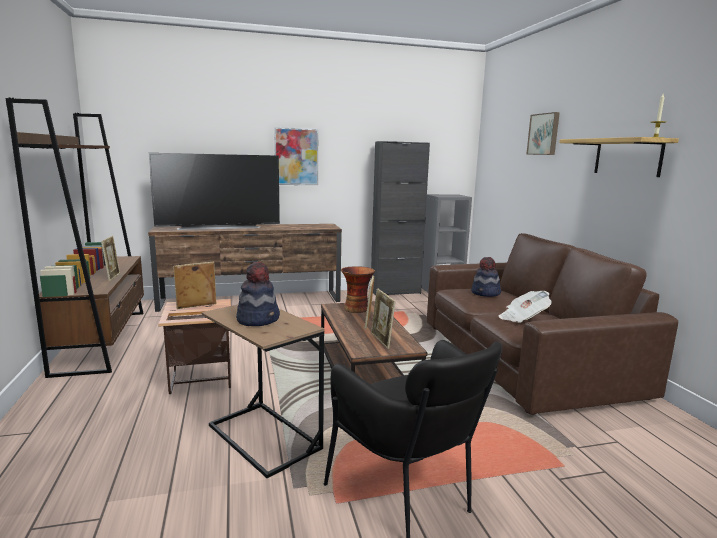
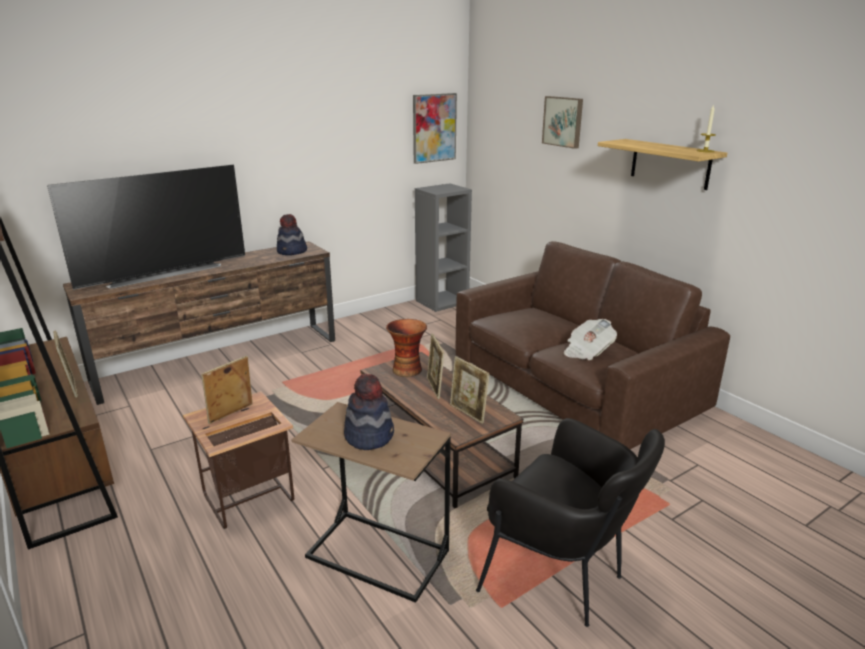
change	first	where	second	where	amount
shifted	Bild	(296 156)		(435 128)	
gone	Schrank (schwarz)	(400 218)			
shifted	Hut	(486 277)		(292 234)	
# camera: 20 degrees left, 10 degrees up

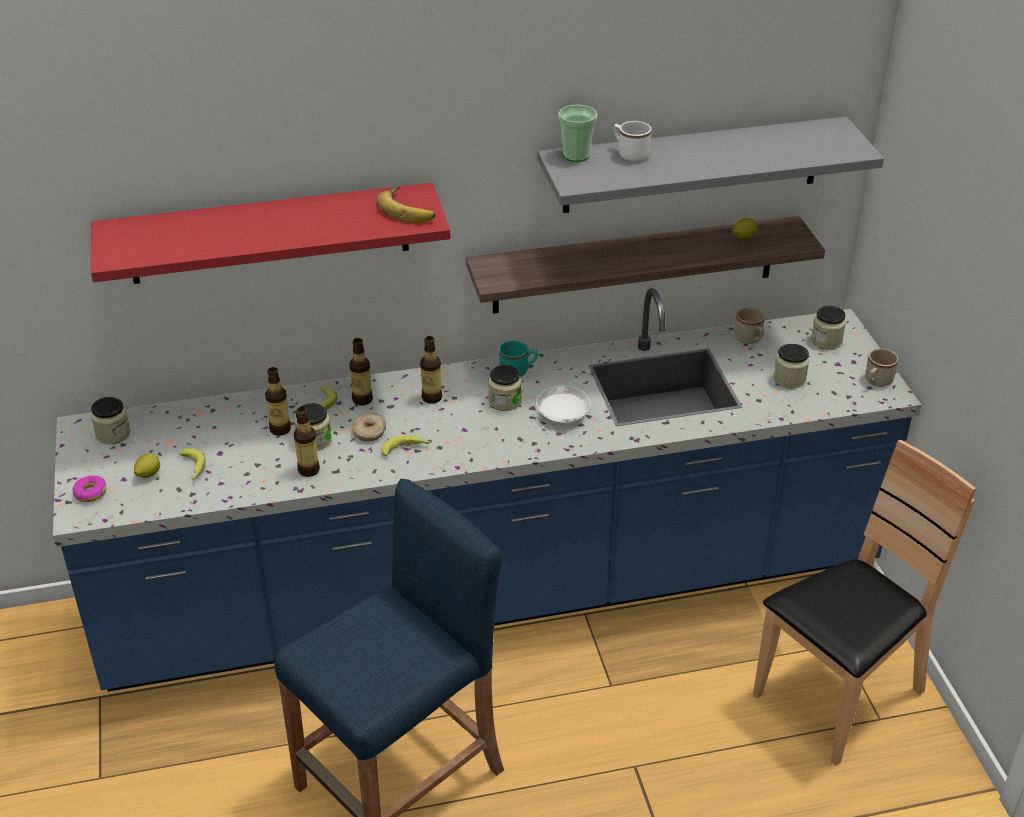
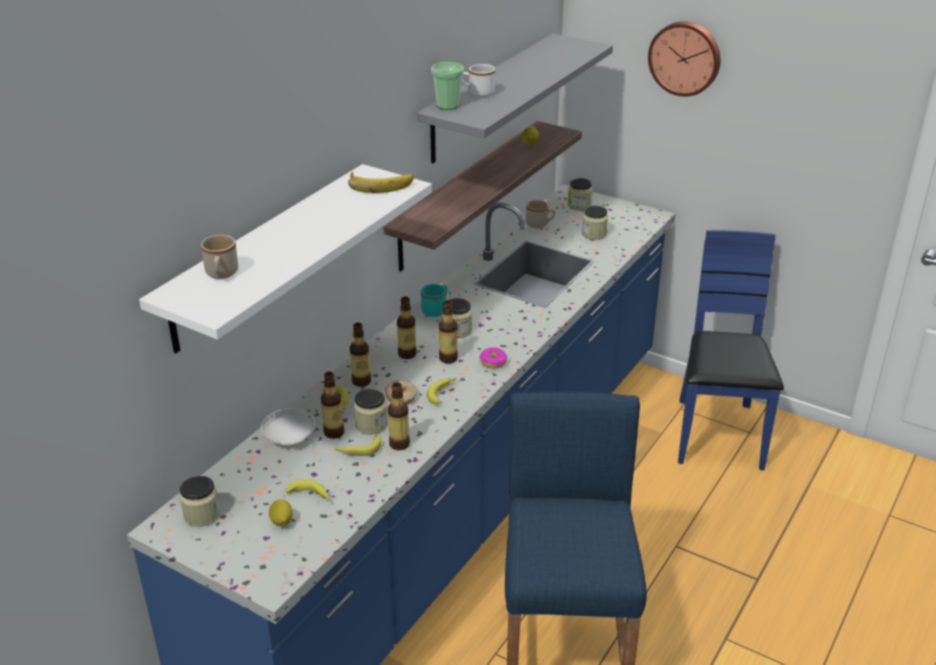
change	first	where	second	where	amount
repainted	Wandregal (rot)	(270 233)	Wandregal (weiß)	(285 259)	
shifted	Henkelbecher (beige)	(881 367)		(219 257)	
shifted	Teller (weiß)	(563 404)		(288 426)	
repainted	Stuhl (braun)	(864 603)	Stuhl (blau)	(731 350)	
shifted	Donut	(89 488)		(493 357)	
new			Wanduhr	(684 59)	
new			Flasche	(448 332)	
new			Banane	(358 446)	
# camera: 45 degrees left, 5 degrees down

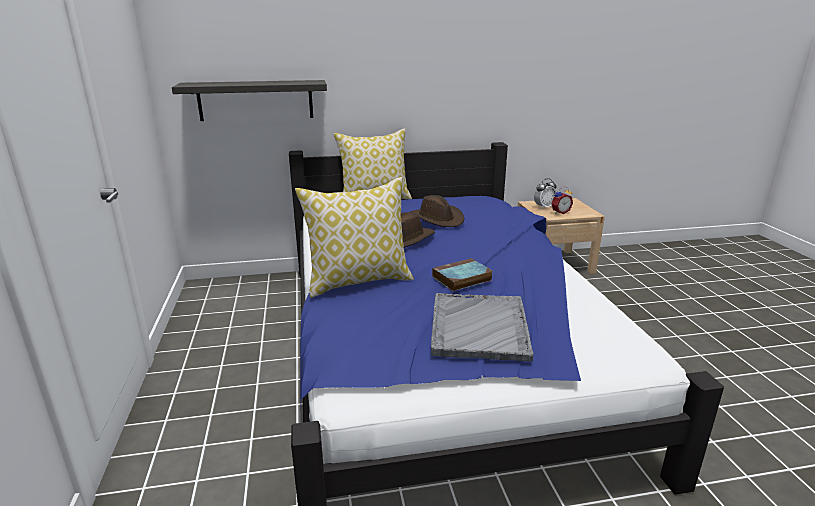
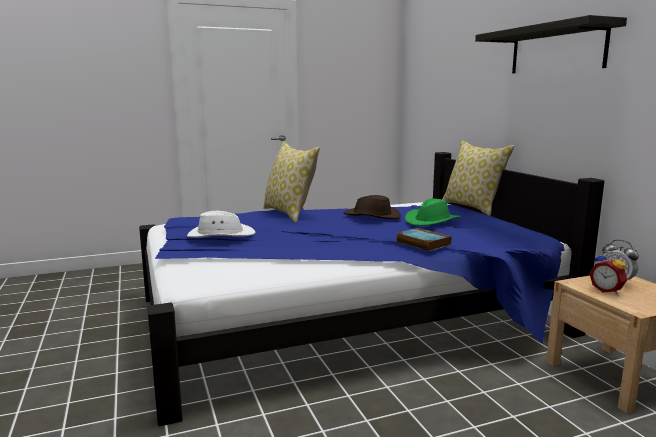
change	first	where	second	where	amount
shifted	Wandregal	(249 100)		(551 44)	
repainted	Hut (braun)	(437 211)	Hut (grün)	(433 212)	
shifted	Buch	(462 274)		(423 239)	
swapped	Tablett (grau)	(482 327)	Hut (weiß)	(221 224)	
# camera: 80 degrees right, 10 degrees down

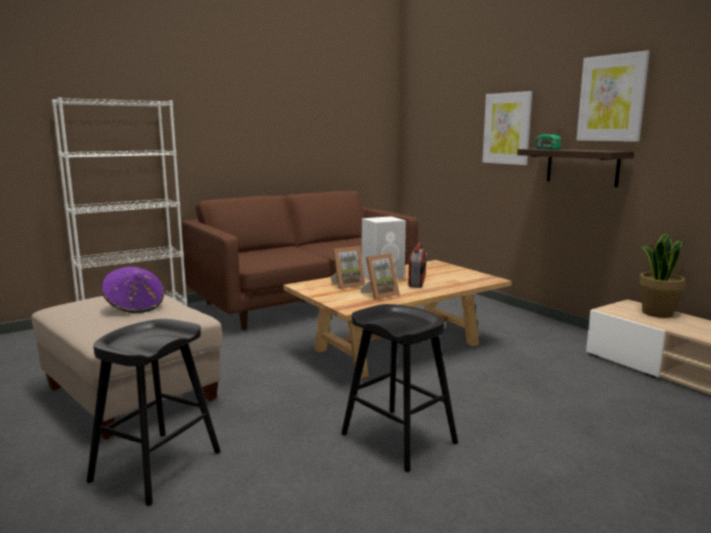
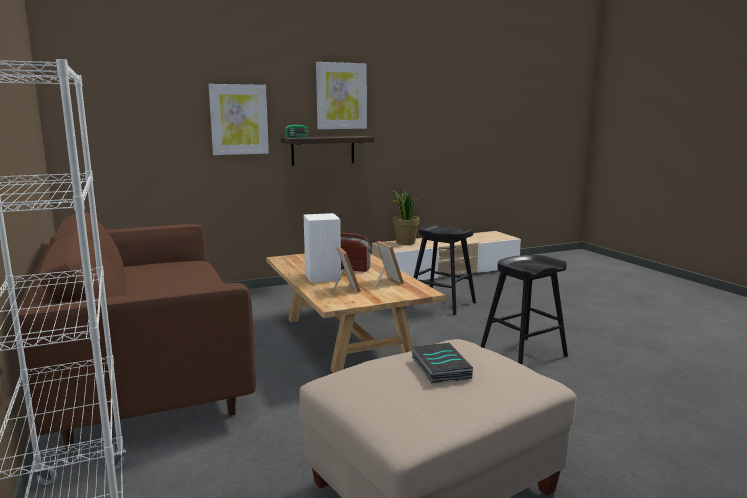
change	first	where	second	where	amount
swapped	Hut (lila)	(133 290)	Buch	(442 363)	
shifted	Hocker (schwarz)	(154 412)		(444 269)	
# camera: 80 degrees left, 0 degrees up

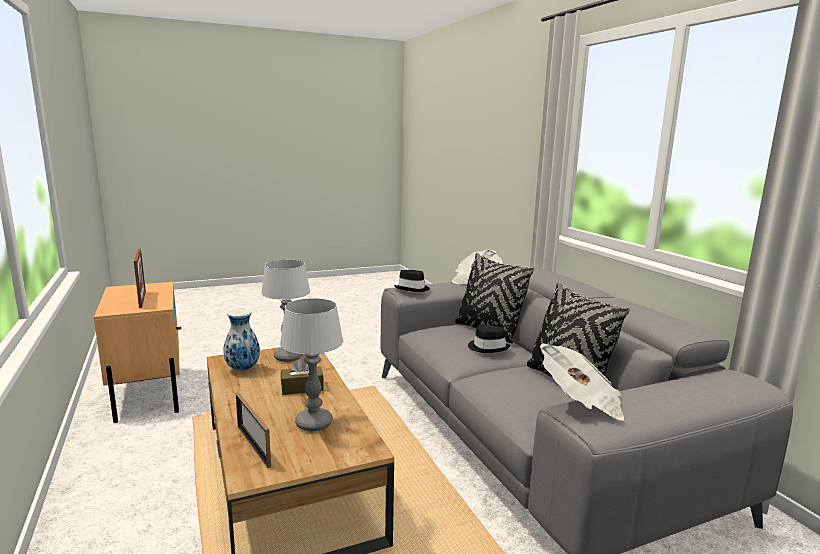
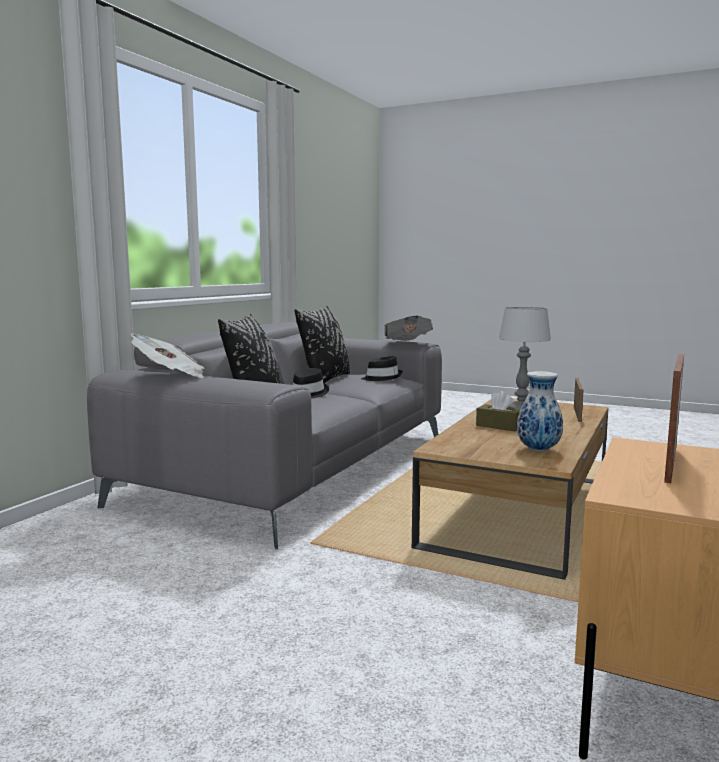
change	first	where	second	where	amount
gone	Tischlampe	(285 311)			
shifted	Hut (schwarz)	(412 281)		(382 368)	
# camera: 130 degrees left, 5 degrees down

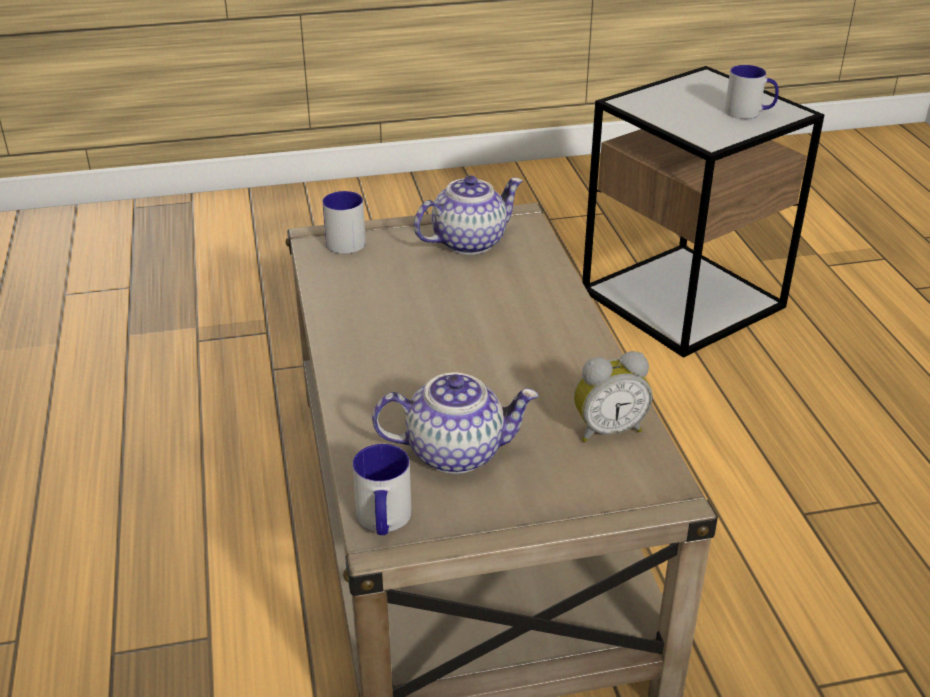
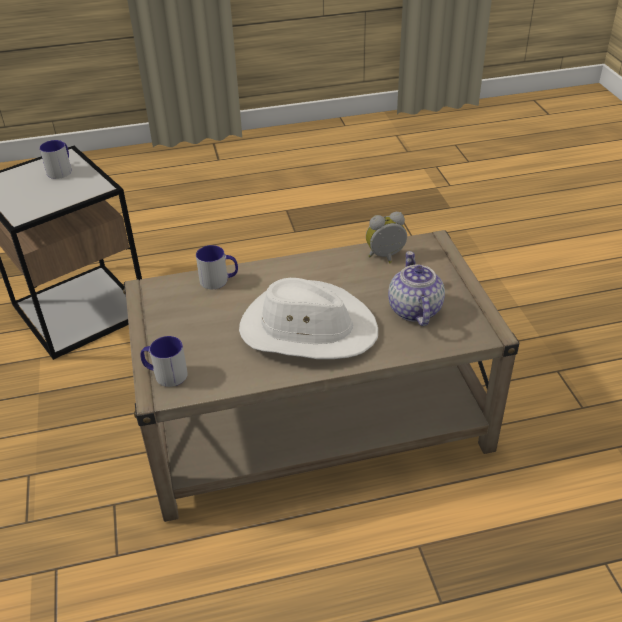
change	first	where	second	where	amount
gone	Teekanne	(468 215)			
rotated	Wecker	(613 396)		(386 238)	90 degrees counterclockwise
shifted	Henkelbecher	(382 489)		(217 267)	
new			Hut (weiß)	(308 318)	
# camera: 90 degrees left, 5 degrees up

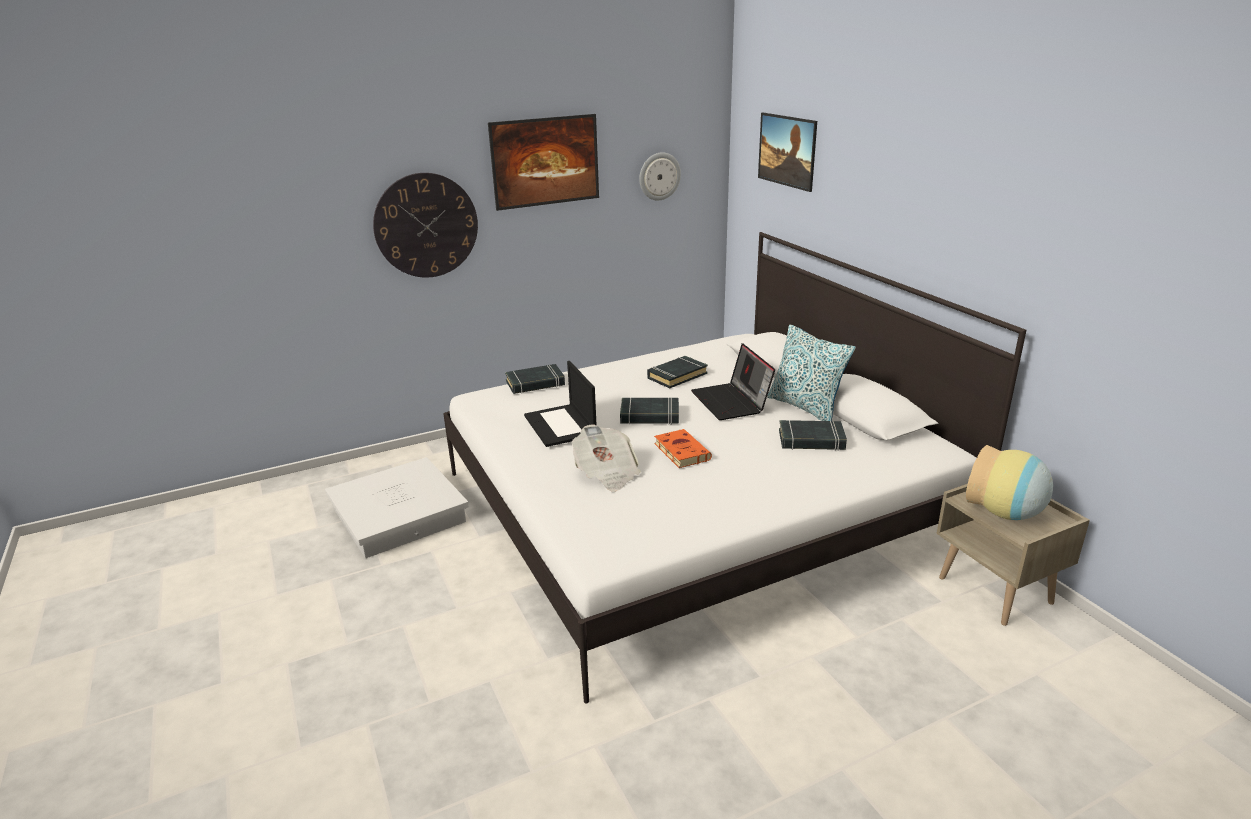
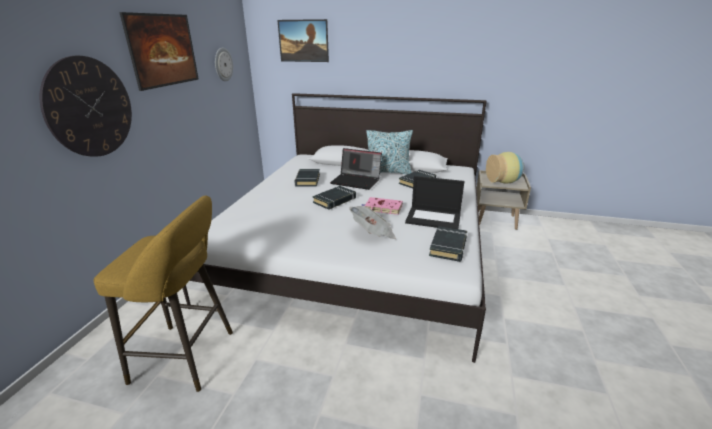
change	first	where	second	where	amount
shifted	Laptop	(560 404)		(434 202)	
shifted	Buch (schwarz)	(535 379)		(448 244)	
repainted	Buch (orange)	(683 448)	Buch (rosa)	(382 206)	
swapped	Aufbewahrungsbox (weiß)	(397 507)	Hocker (gelb)	(163 293)	
# camera: 50 degrees left, 0 degrees up

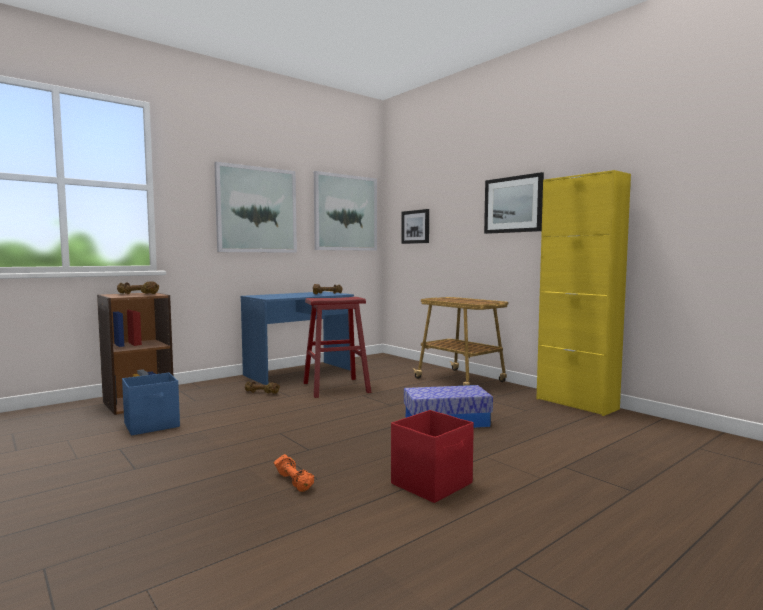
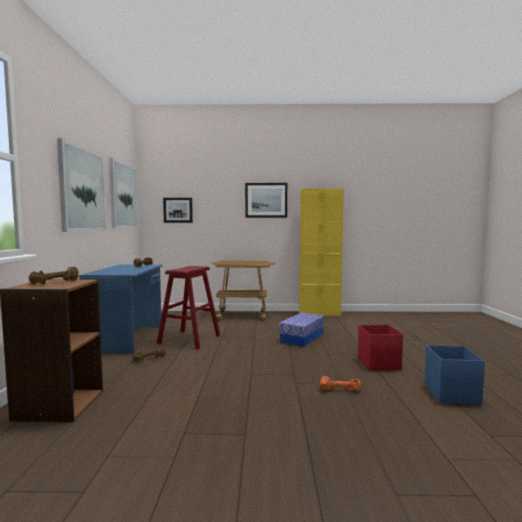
change	first	where	second	where	amount
shifted	Aufbewahrungsbox (blau)	(151 404)		(455 375)	
# camera: 50 degrees left, 0 degrees up

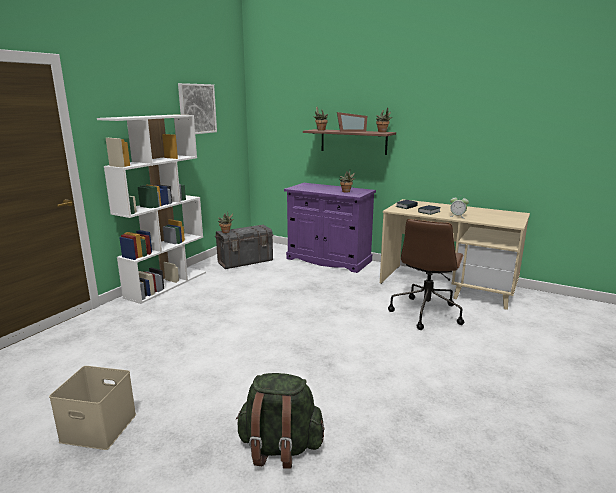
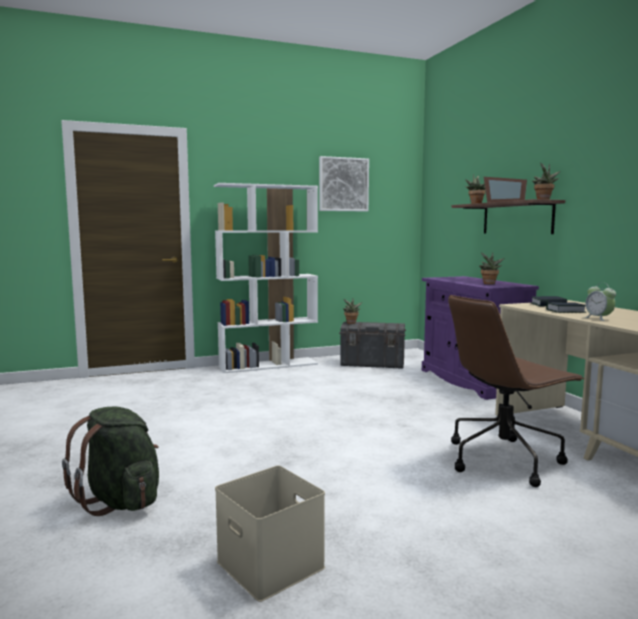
change	first	where	second	where	amount
shifted	Aufbewahrungsbox (beige)	(92 408)		(270 534)	
# camera: 40 degrees right, 10 degrees down

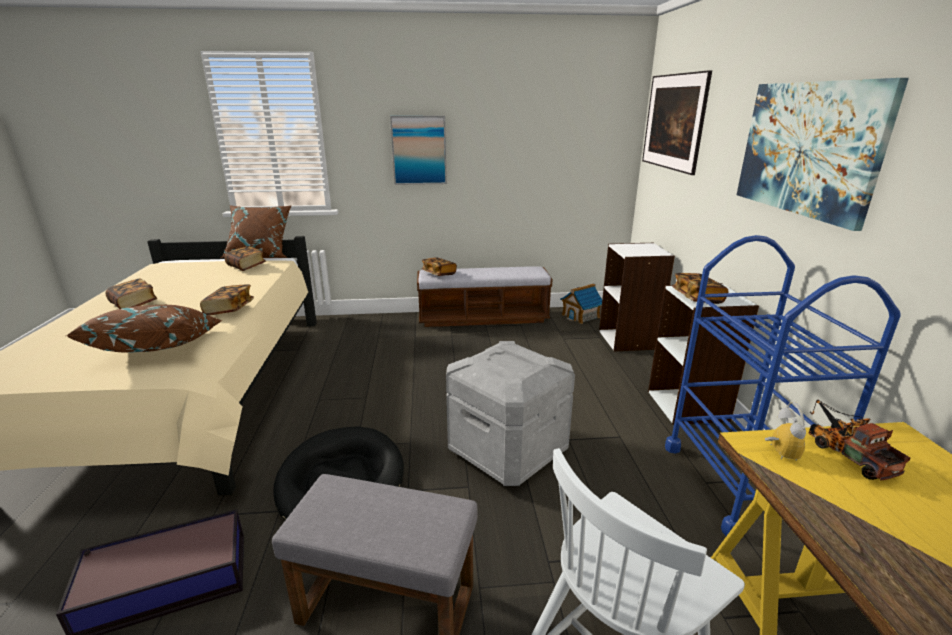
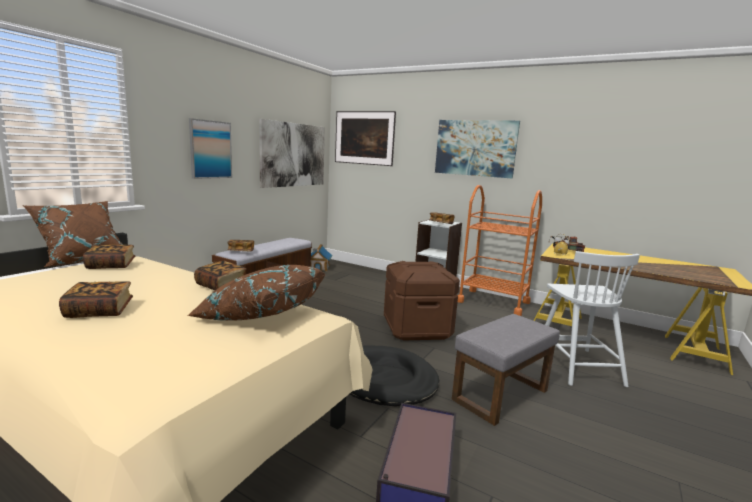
change	first	where	second	where	amount
repainted	Rollwagen (blau)	(783 385)	Rollwagen (orange)	(500 250)	
gone	Bücherregal (weiß)	(637 297)			
repainted	Aufbewahrungsbox (grau)	(510 413)	Aufbewahrungsbox (braun)	(422 301)	
new			Bild	(292 153)	
# camera: 55 degrees left, 10 degrees down

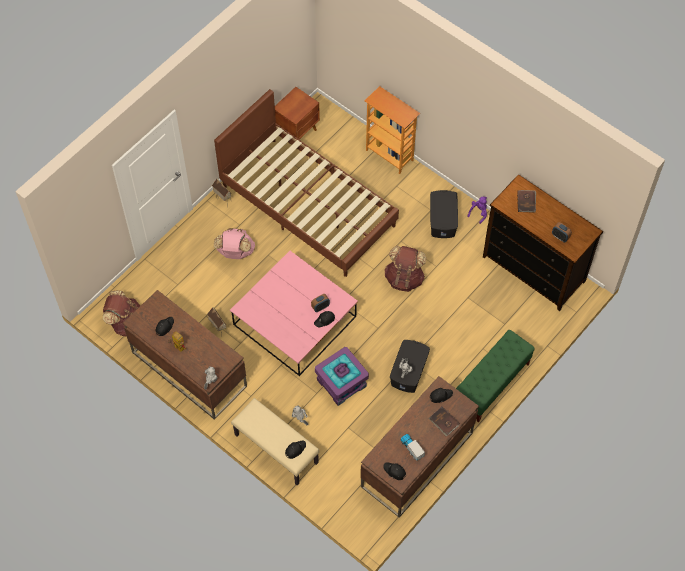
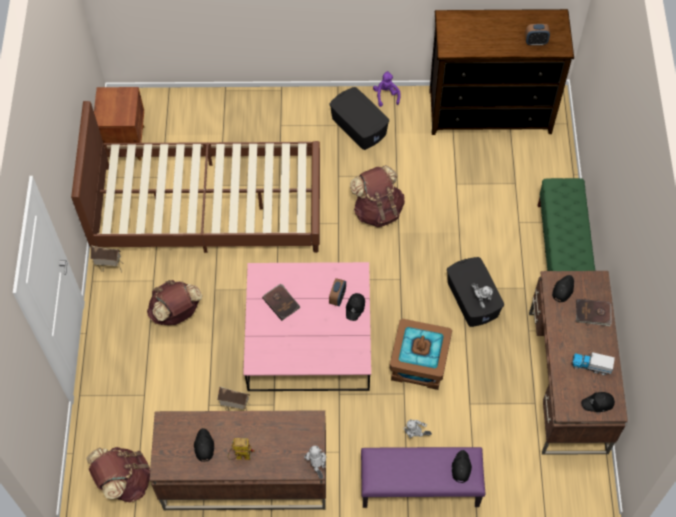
change	first	where	second	where	amount
gone	Bücherregal	(392 130)			
shifted	Buch (braun)	(526 201)		(281 302)	
repainted	Rucksack (rosa)	(234 243)	Rucksack (braun)	(174 302)	
repainted	Aufbewahrungsbox (lila)	(342 376)	Aufbewahrungsbox (braun)	(421 354)	
repainted	Bank (beige)	(275 442)	Bank (lila)	(423 477)	
# camera: 40 degrees left, 0 degrees up

